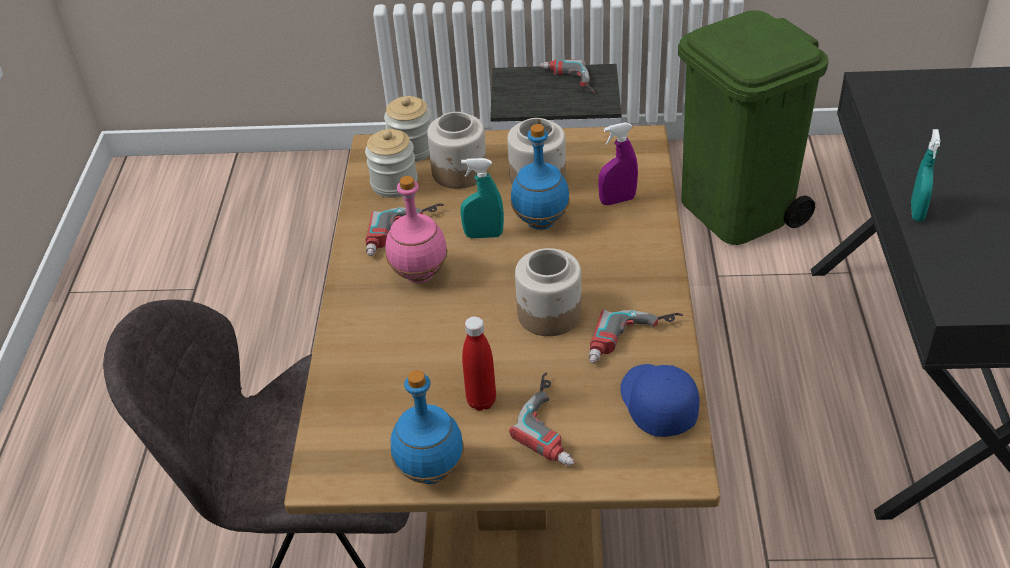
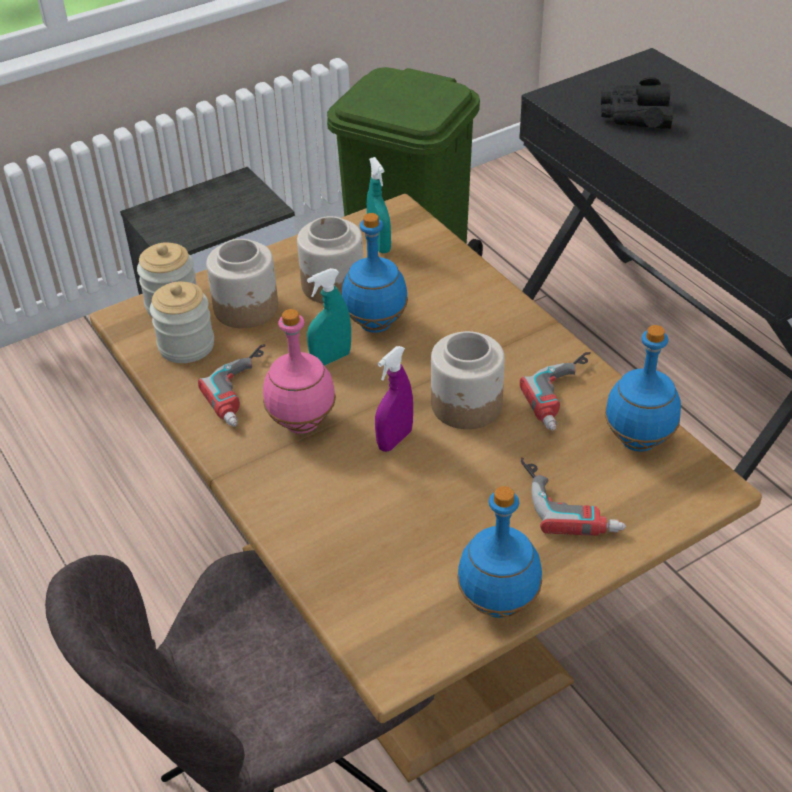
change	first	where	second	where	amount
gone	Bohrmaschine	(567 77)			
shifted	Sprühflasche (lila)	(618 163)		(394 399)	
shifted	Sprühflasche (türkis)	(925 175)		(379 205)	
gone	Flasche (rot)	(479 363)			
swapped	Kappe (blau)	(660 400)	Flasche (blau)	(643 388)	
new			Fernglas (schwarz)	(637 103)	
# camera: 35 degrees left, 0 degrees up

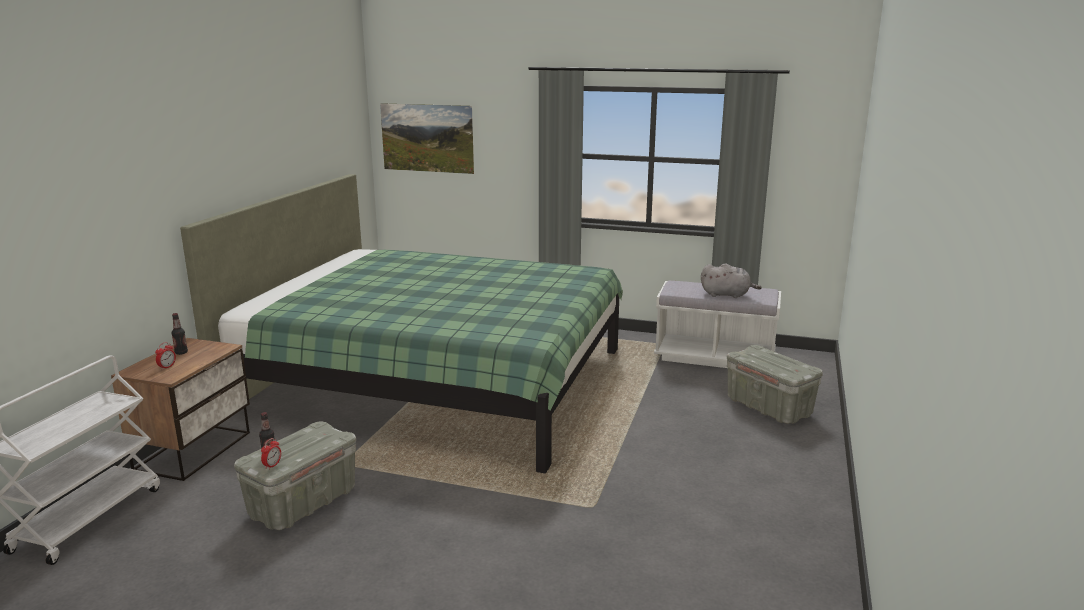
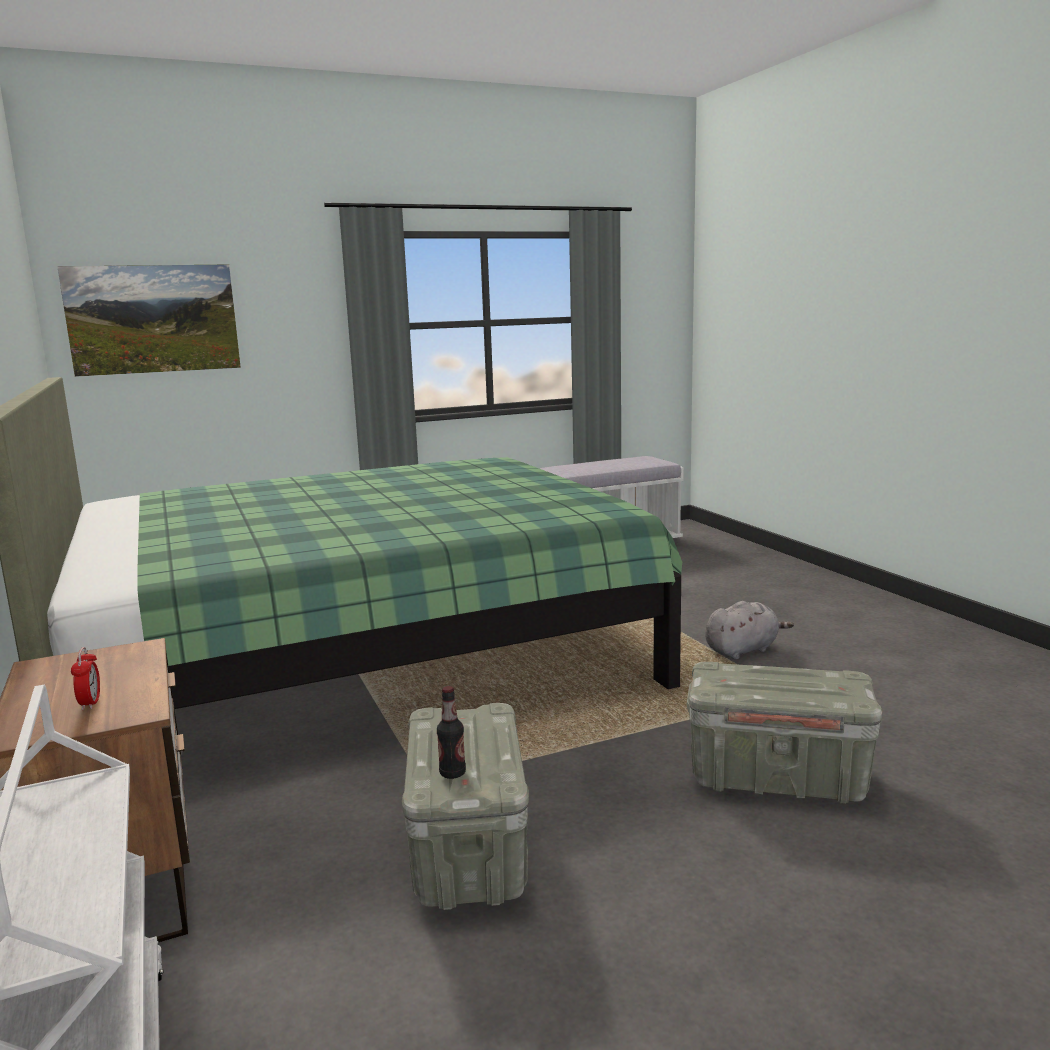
change	first	where	second	where	amount
shifted	Plüschtier (grau)	(731 280)		(749 630)	
gone	Flasche	(179 334)			
shifted	Aufbewahrungsbox (grau)	(775 384)		(784 733)	
gone	Wecker	(271 453)			
# camera: 40 degrees left, 5 degrees down

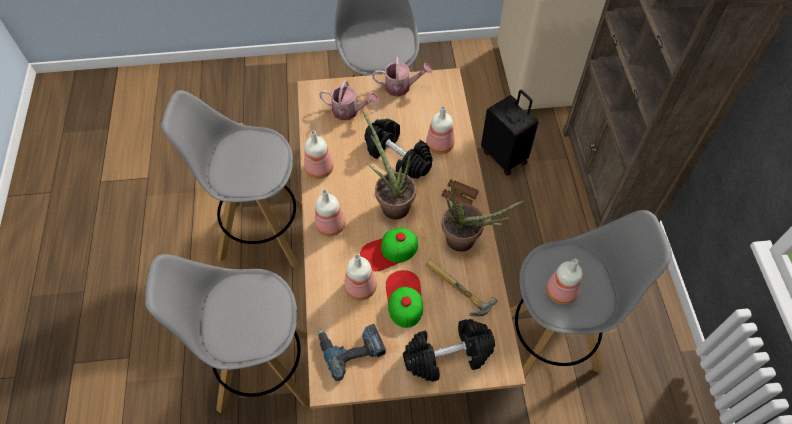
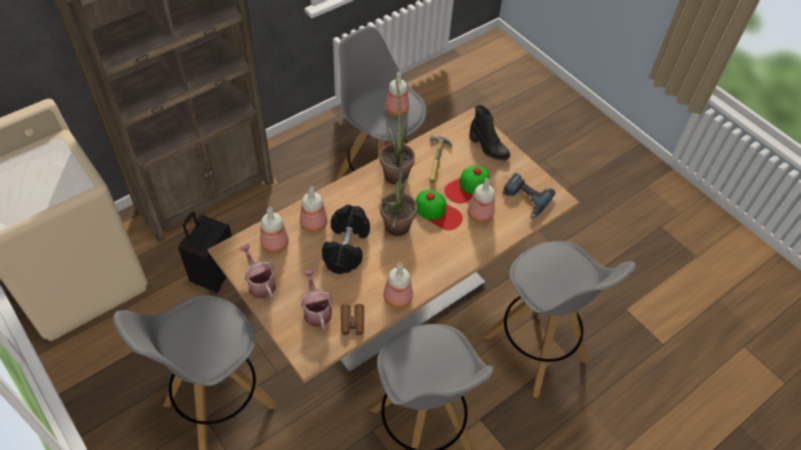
change	first	where	second	where	amount
shifted	Fernglas (braun)	(460 192)		(352 319)	
shifted	Flasche	(330 212)		(274 230)	
swapped	Hantel (schwarz)	(449 350)	Stiefel (schwarz)	(489 132)	
# camera: 125 degrees left, 5 degrees down

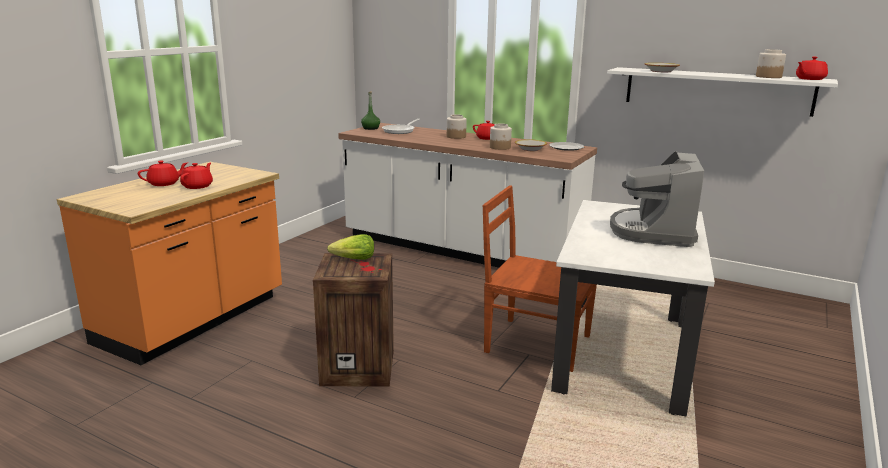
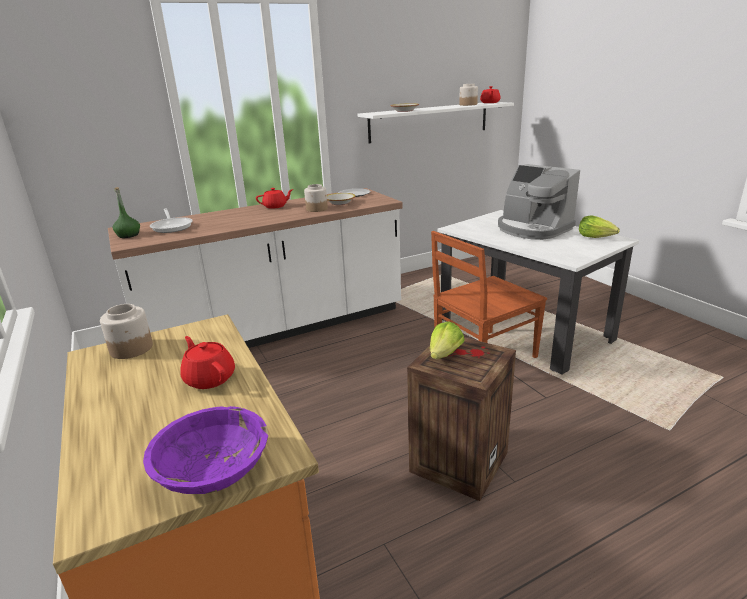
change	first	where	second	where	amount
shifted	Vorratsglas	(457 126)		(126 331)	
gone	Teekanne (rot)	(162 173)			
new			Salatkopf	(599 227)	
new			Schüssel (lila)	(205 450)	
# camera: 55 degrees left, 5 degrees up

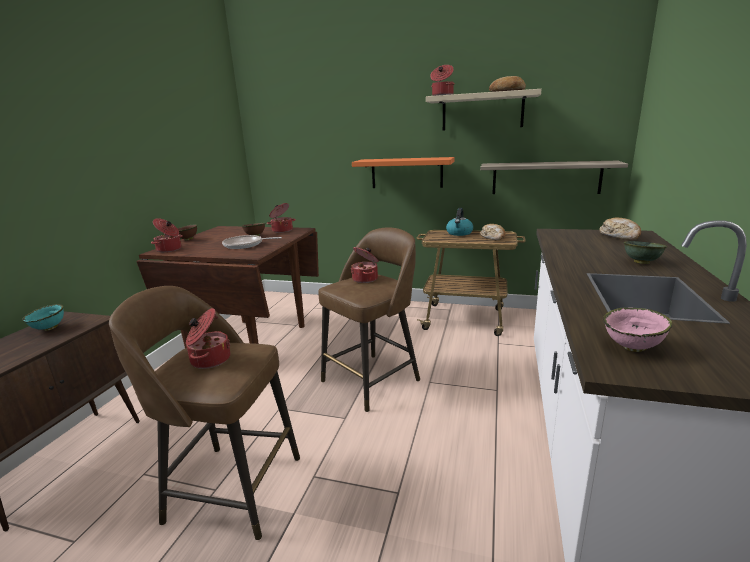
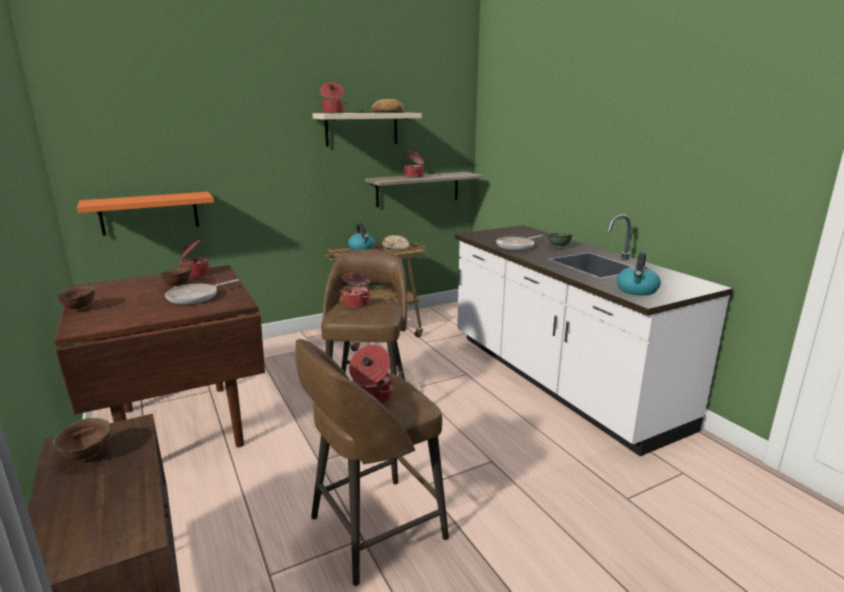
change	first	where	second	where	amount
shifted	Wandregal (orange)	(403 172)		(145 214)	
shifted	Kochtopf	(167 235)		(414 164)	
gone	Brot	(620 229)			
repainted	Schüssel (türkis)	(43 317)	Schüssel (braun)	(81 439)	
swapped	Schüssel (rosa)	(637 329)	Wasserkessel	(639 274)	
new			Pfanne	(519 242)	
# camera: 45 degrees left, 0 degrees up

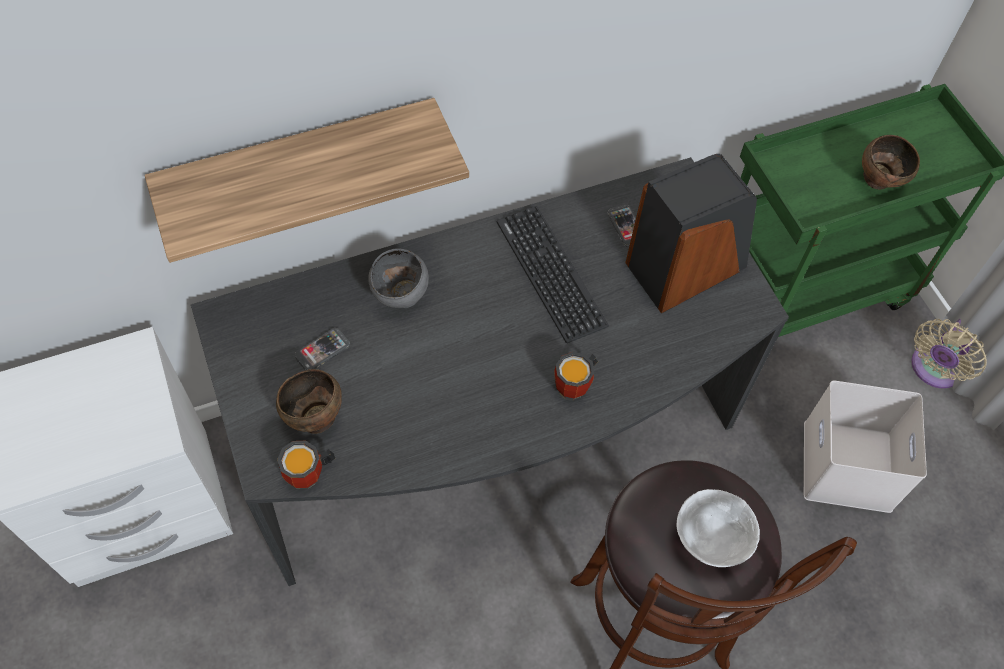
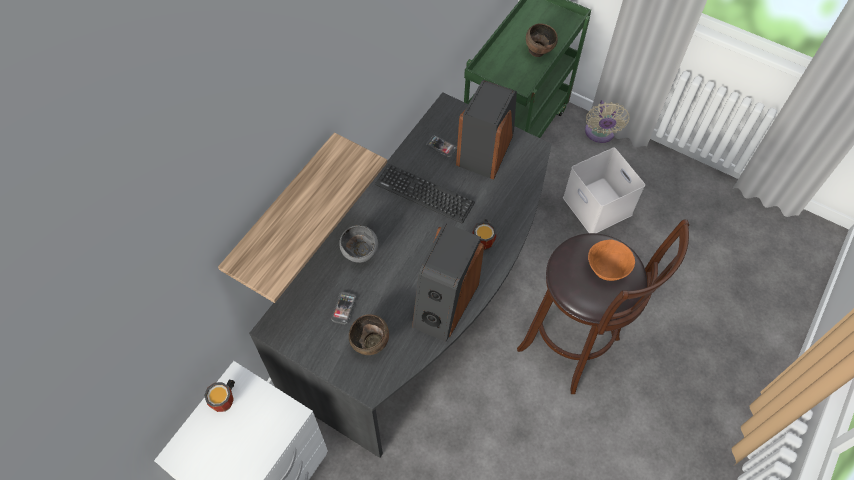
change	first	where	second	where	amount
shifted	Henkelbecher	(306 465)		(219 395)	
repainted	Schüssel (weiß)	(718 528)	Schüssel (orange)	(611 260)	
new			Lautsprecher	(448 282)	
# camera: 35 degrees left, 0 degrees up

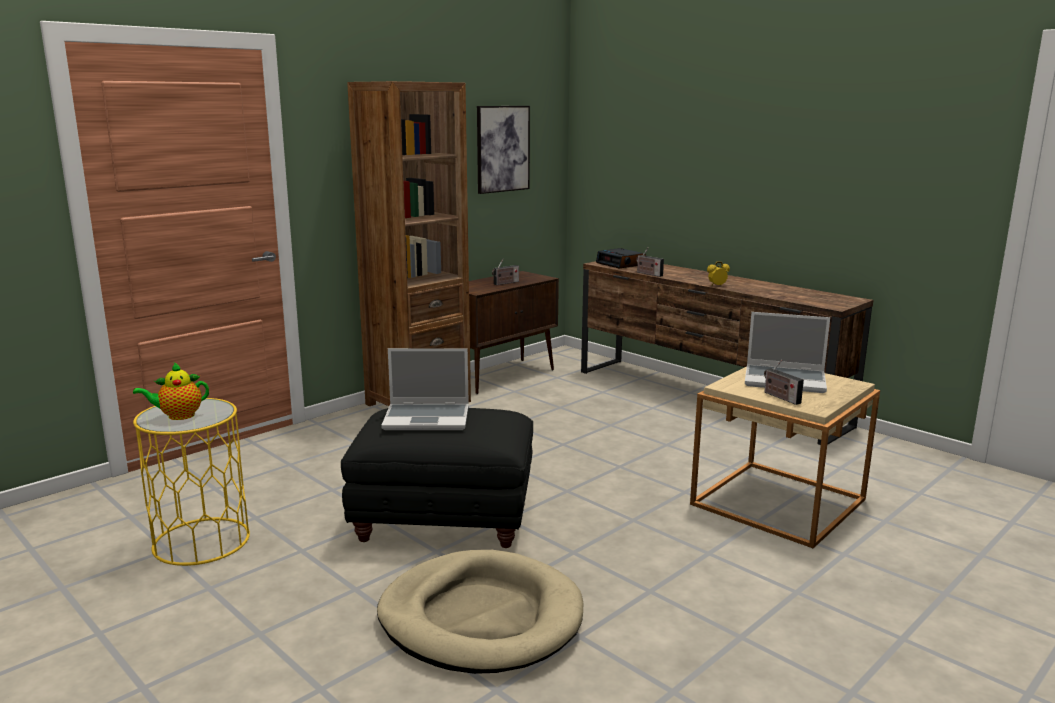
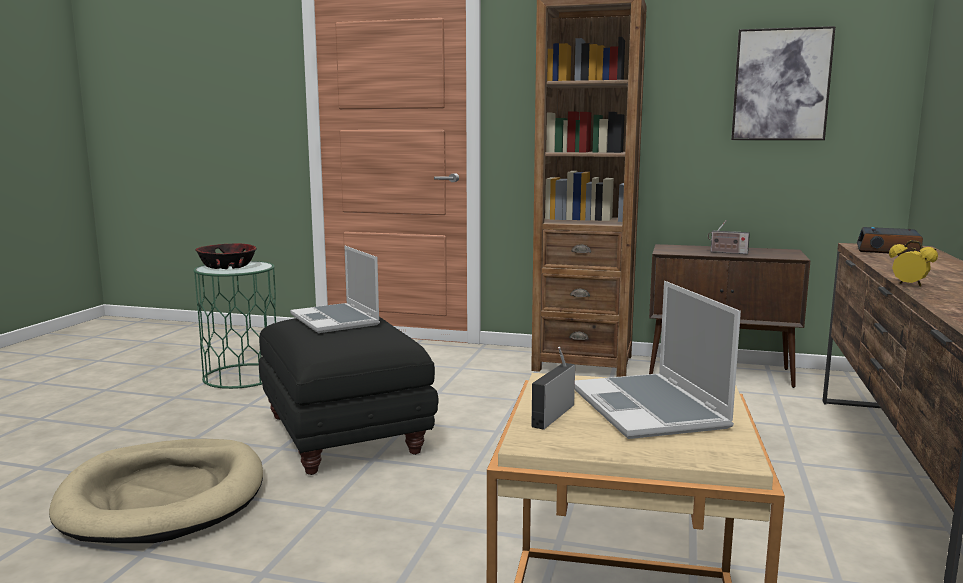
change	first	where	second	where	amount
gone	Radio	(650 262)			
swapped	Teekanne	(171 391)	Schüssel	(226 256)	
repainted	Beistelltisch (gelb)	(191 482)	Beistelltisch (grün)	(234 325)	
# camera: 60 degrees right, 5 degrees down

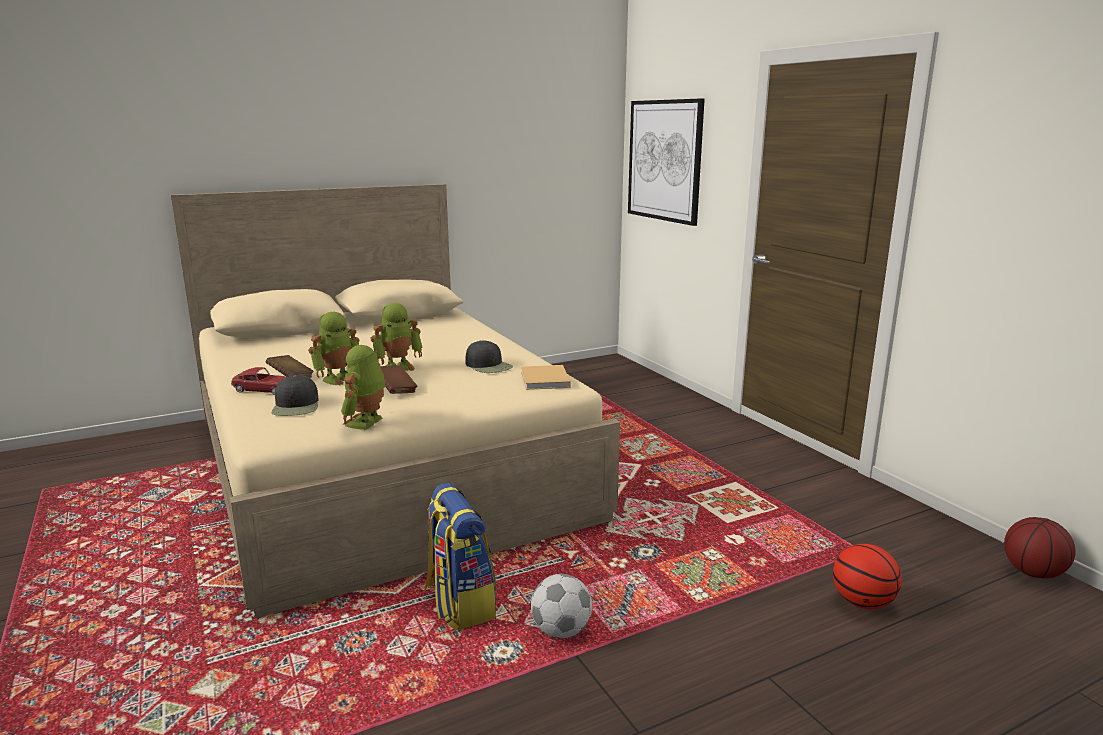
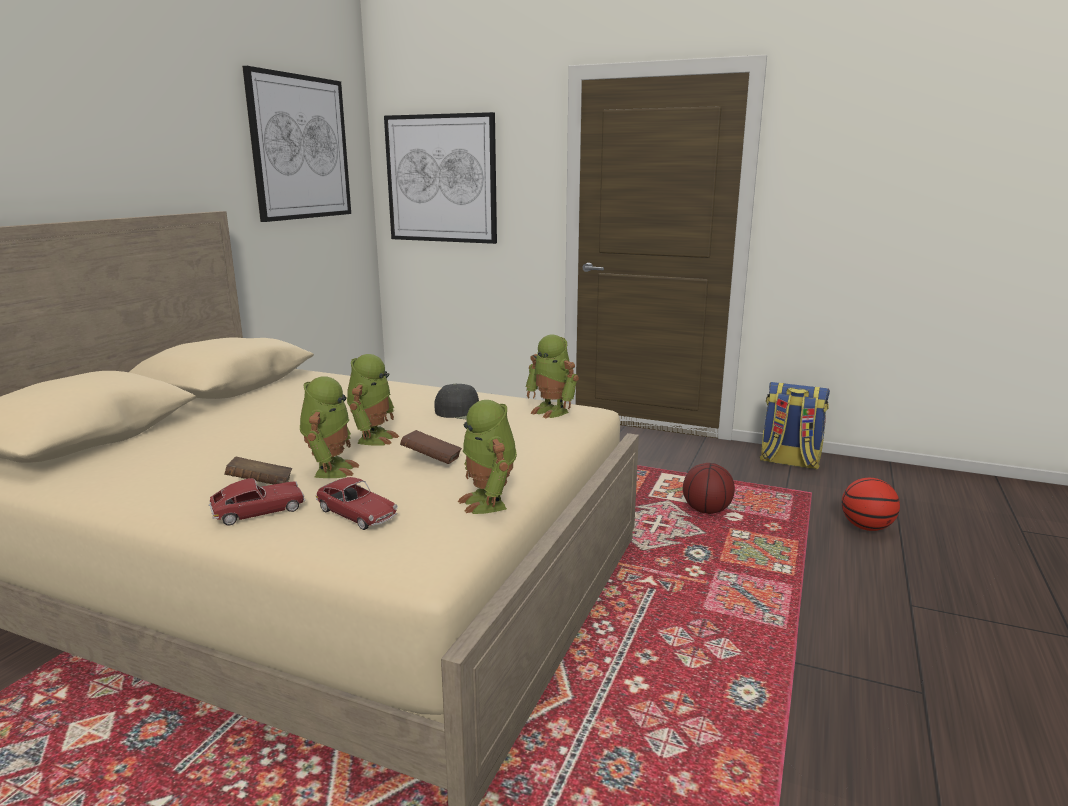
change	first	where	second	where	amount
swapped	Buch (beige)	(546 377)	Spielzeugroboter	(552 376)	
swapped	Kappe (schwarz)	(295 395)	Spielzeugauto	(357 503)	
shifted	Rucksack	(460 557)		(795 426)	
shifted	Basketball	(1040 548)		(709 488)	
gone	Fußball	(561 606)			
new			Bild	(296 144)	
# camera: 40 degrees left, 0 degrees up

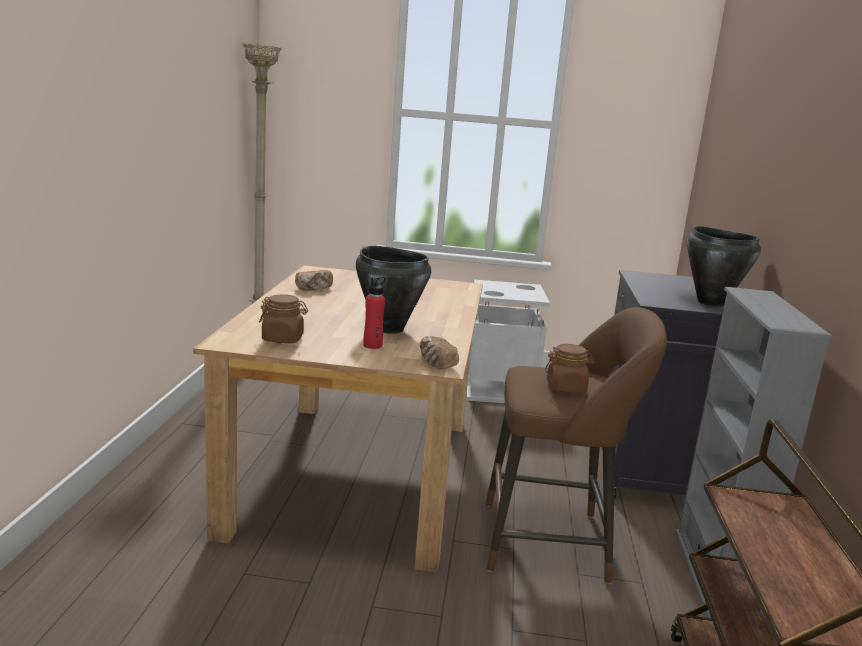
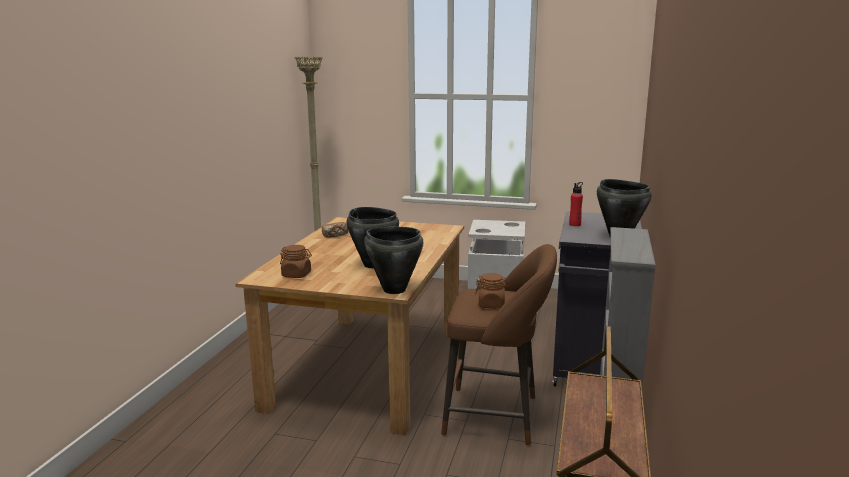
change	first	where	second	where	amount
shifted	Flasche (rot)	(374 312)		(576 204)	
swapped	Brot	(439 353)	Kochtopf (schwarz)	(394 260)	
# camera: 10 degrees right, 0 degrees up

